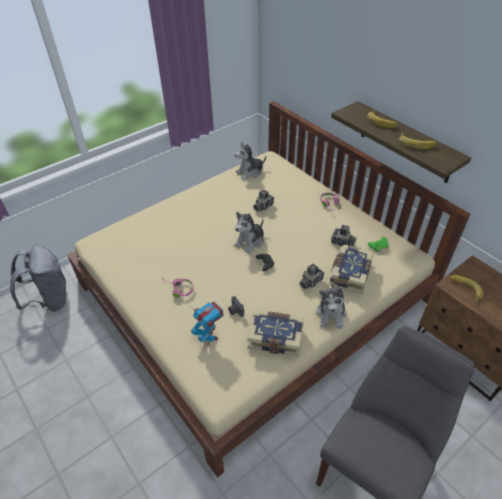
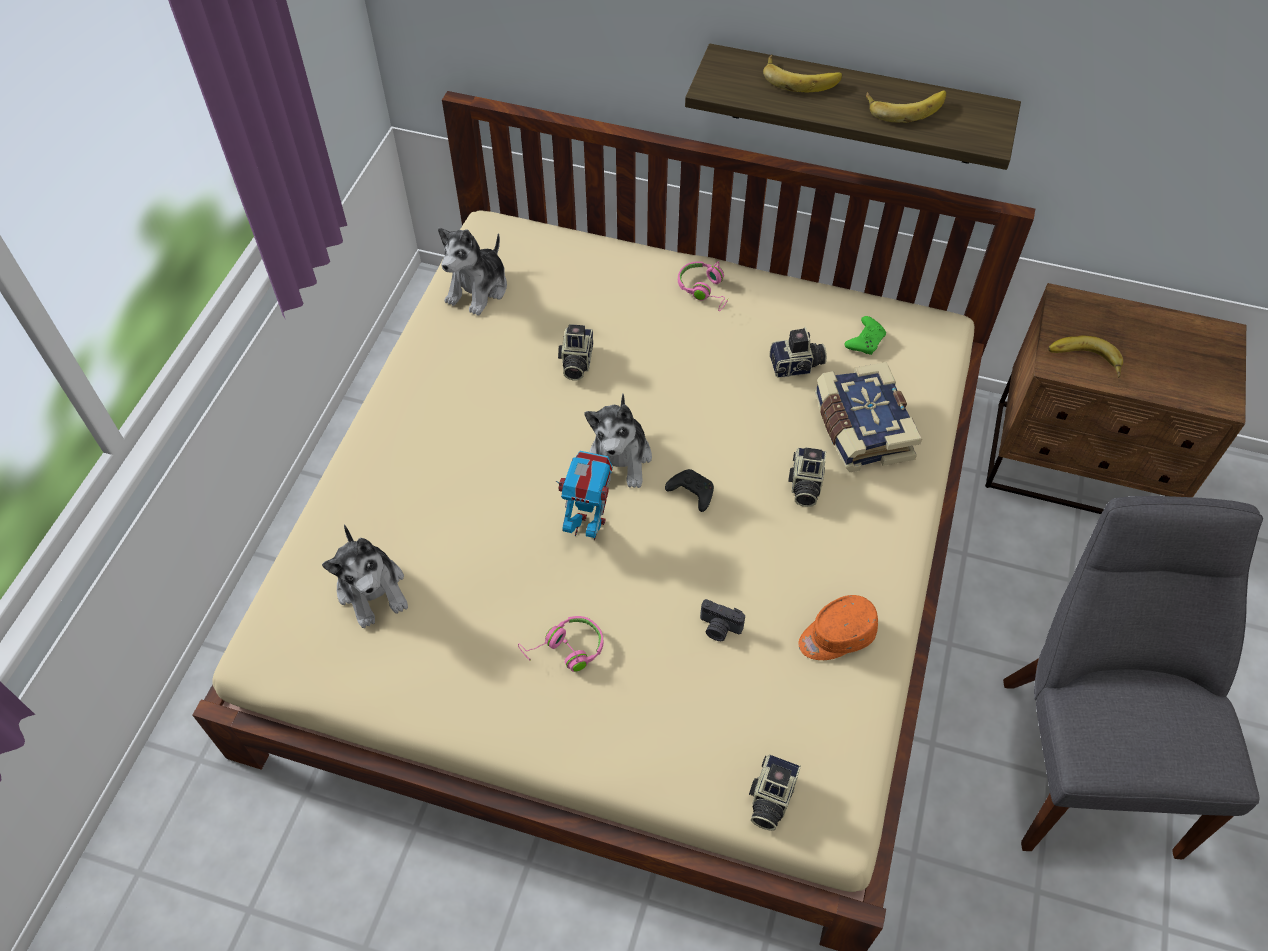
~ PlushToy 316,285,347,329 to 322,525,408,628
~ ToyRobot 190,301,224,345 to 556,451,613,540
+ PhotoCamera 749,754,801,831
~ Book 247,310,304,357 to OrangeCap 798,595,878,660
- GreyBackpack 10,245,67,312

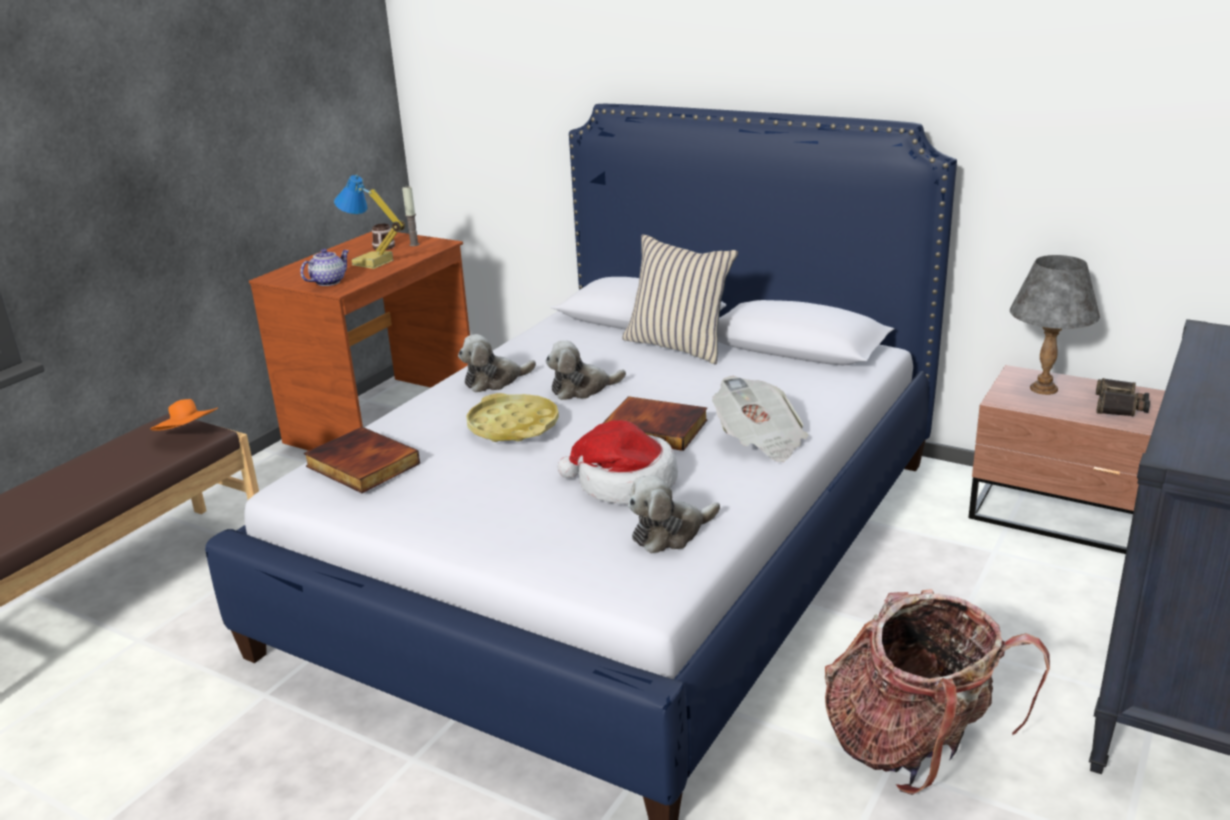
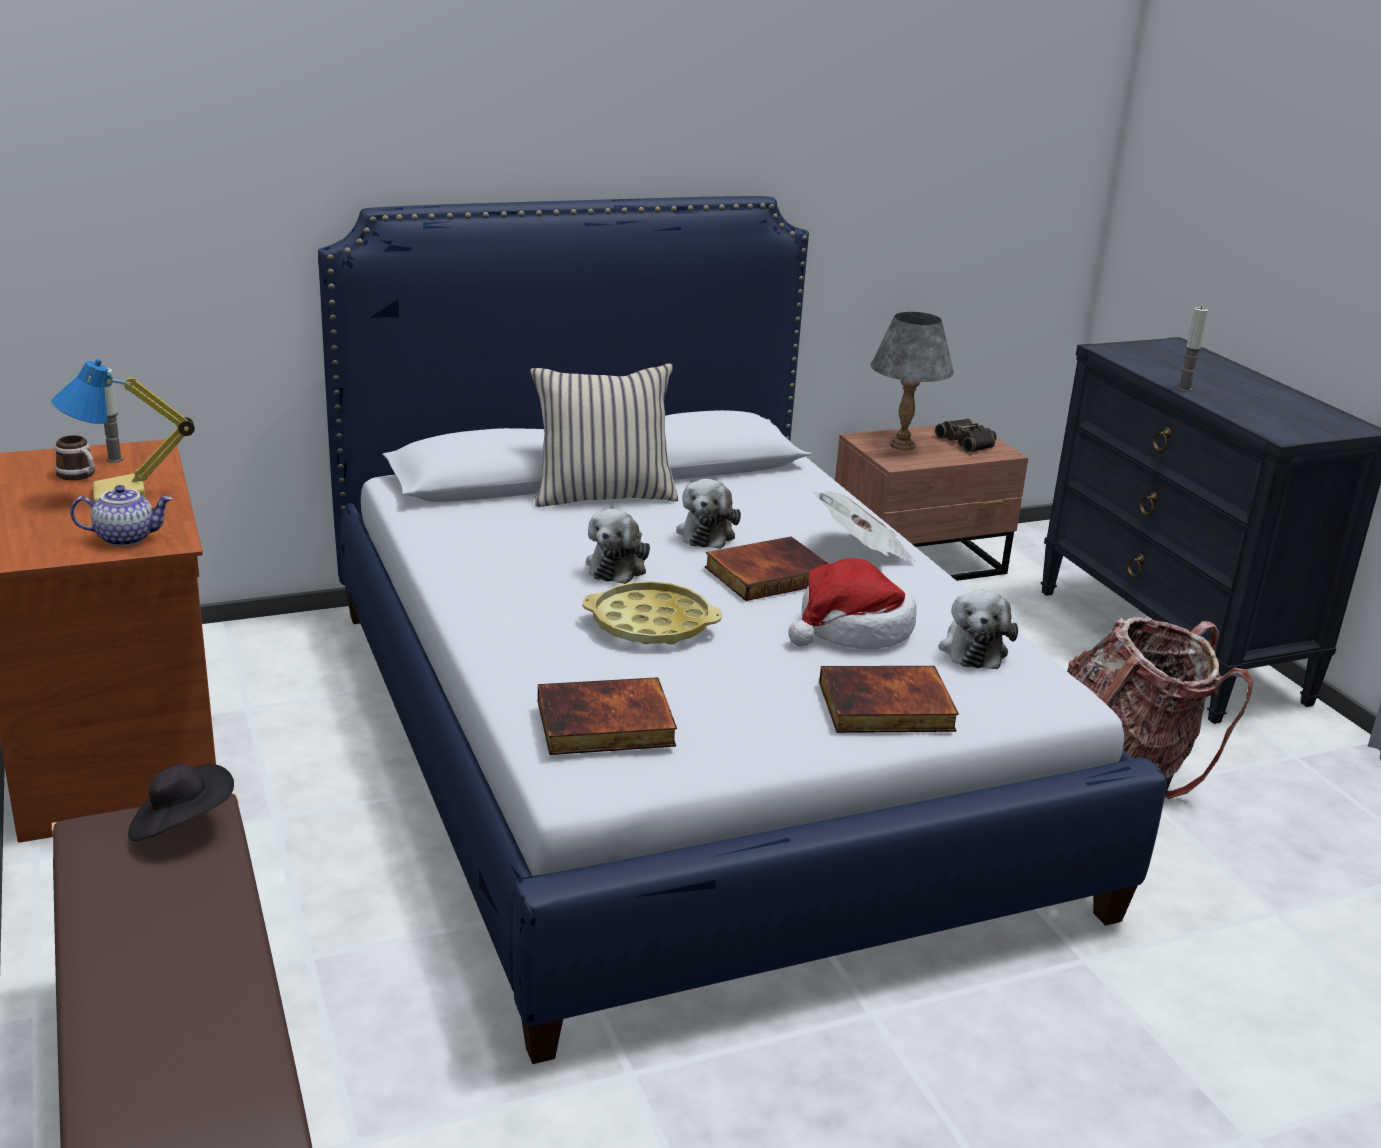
~ Teapot 300,249,350,286 = 70,485,173,547 90 degrees clockwise
~ OrangeHat 150,399,218,431 to BlackHat 128,764,234,841
~ PlushToy 458,334,536,393 to 676,479,741,549
+ Book 819,666,959,733
+ Candle 1177,307,1208,392

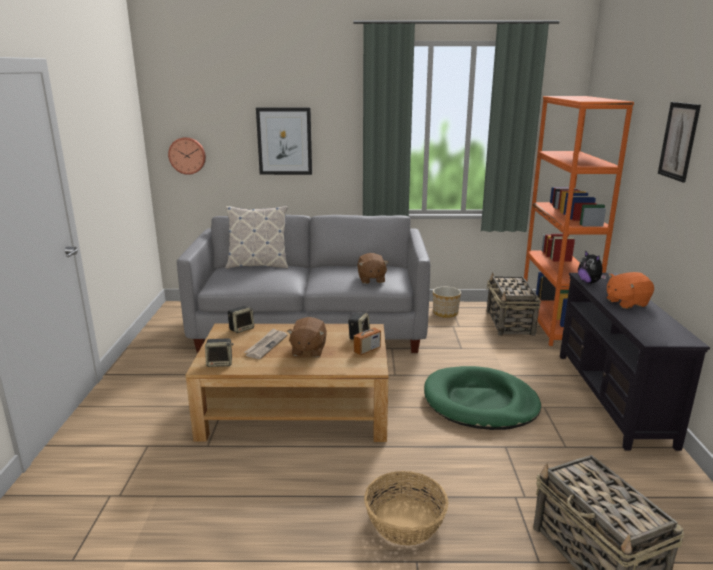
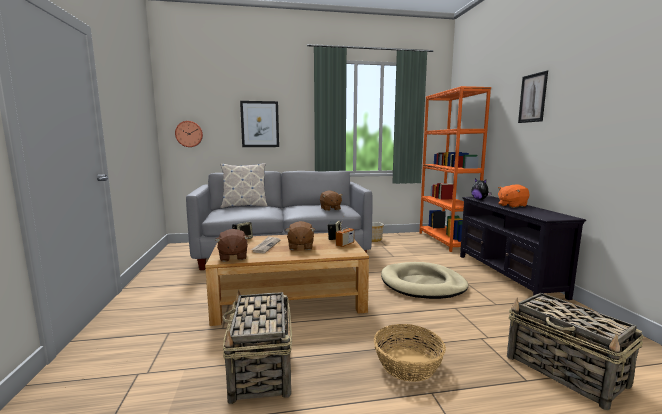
~ Speaker 205,338,233,367 to BrownPlushToy 215,229,249,262
~ Basket 487,273,541,336 to 222,290,292,404
~ GreenDogBed 424,366,541,430 to BeigeDogBed 381,262,468,299

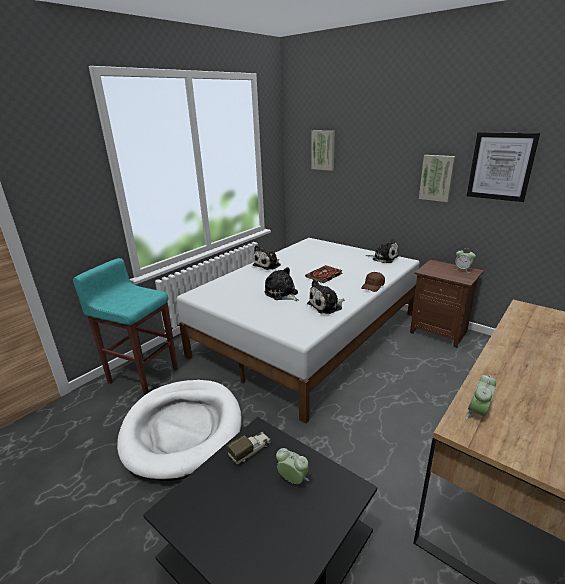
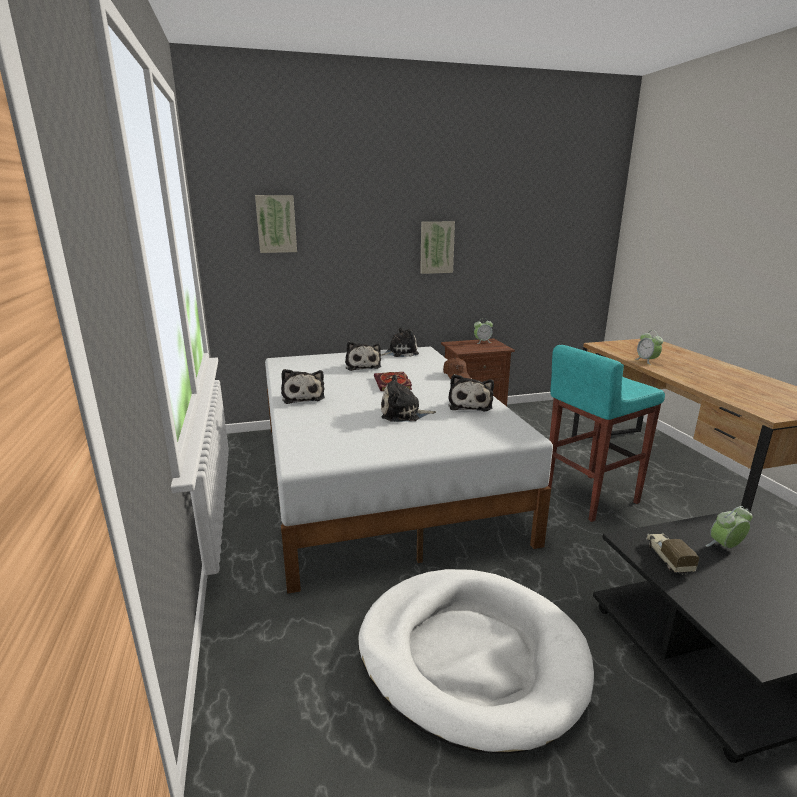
+ PlushToy 345,341,381,371
~ TurquoiseStool 73,258,178,395 to 548,345,665,522
~ AlarmClock 465,375,496,420 to 636,330,663,365
- Picture 467,132,540,202

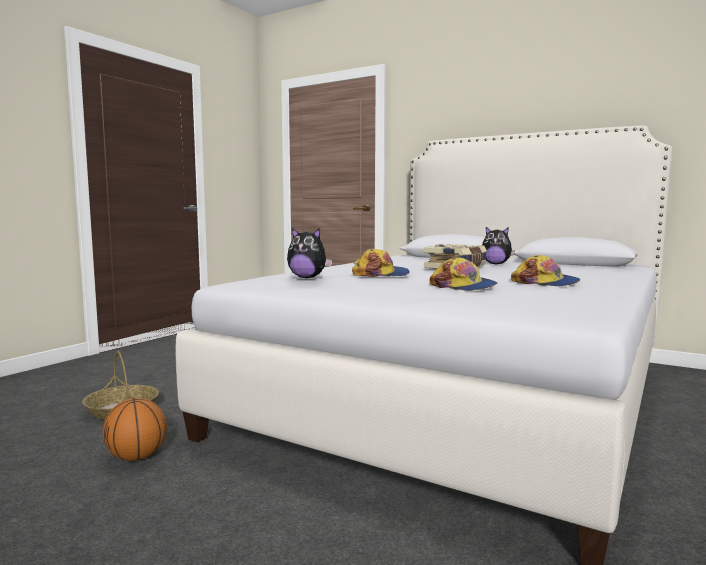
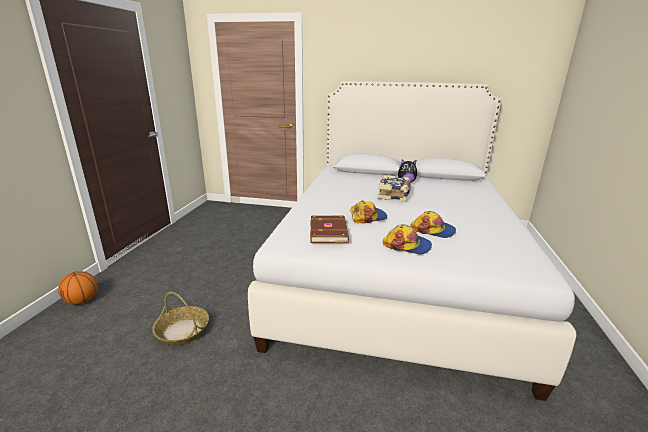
~ Basketball 103,397,167,461 to 58,271,98,305
~ PlushToy 287,228,332,278 to BrownBook 310,215,349,243
~ Cap 511,255,580,286 to 383,224,432,255

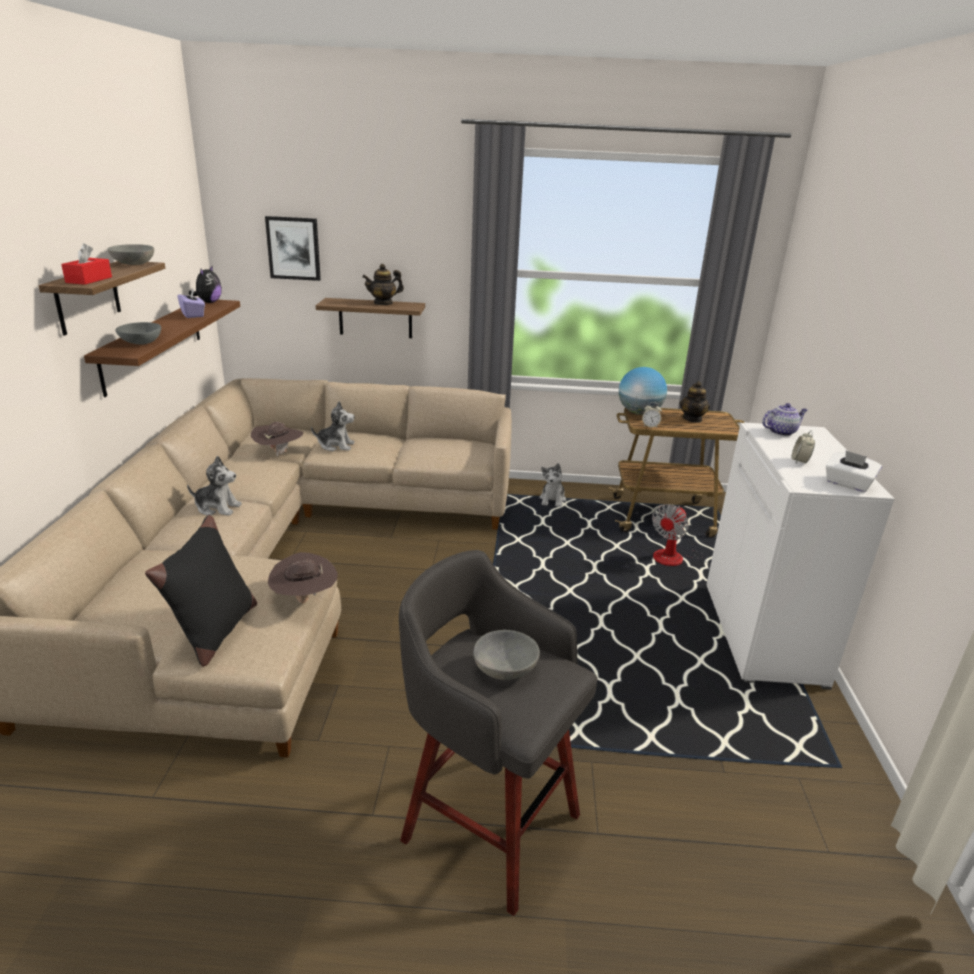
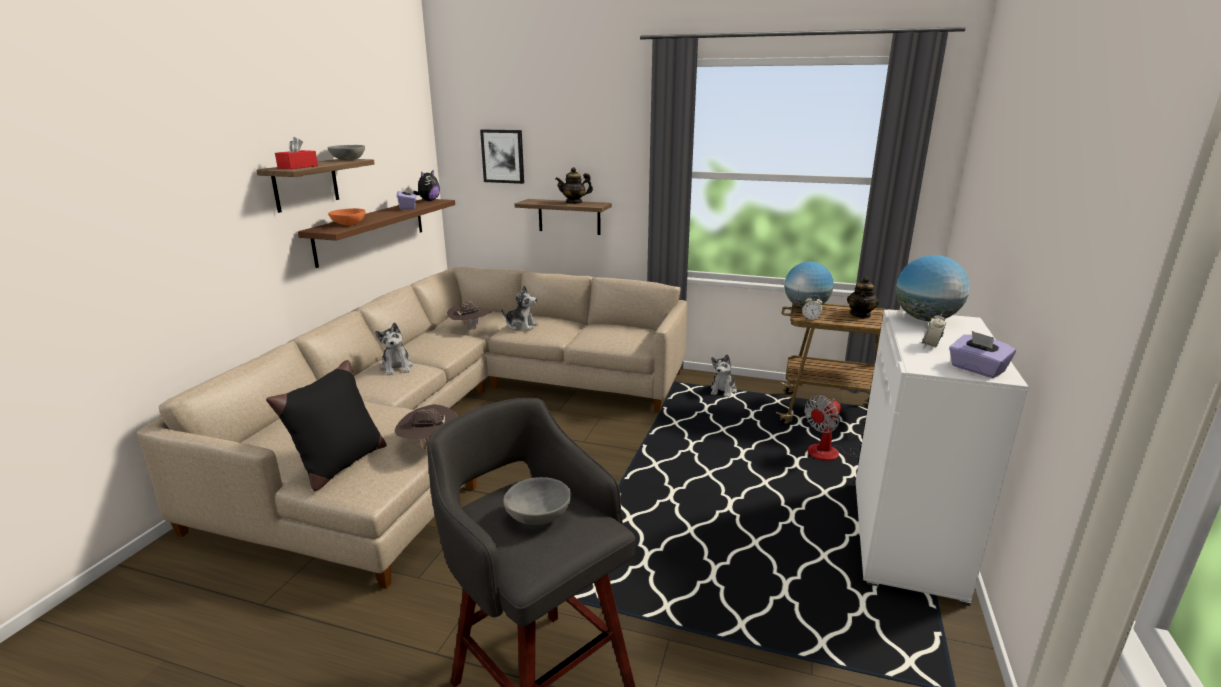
~ GreyBowl 115,322,161,345 to OrangeBowl 328,208,366,225
~ PlushToy 187,456,242,516 = 375,322,413,376 45 degrees clockwise
~ Teapot 762,403,807,436 to Globe 896,255,969,321
~ WhiteTissueBox 826,450,882,493 to PurpleTissueBox 949,331,1016,378

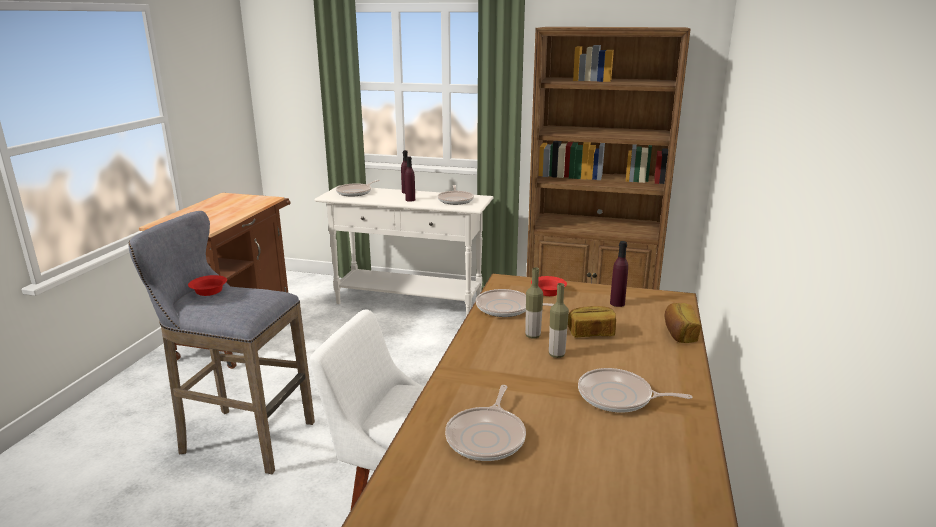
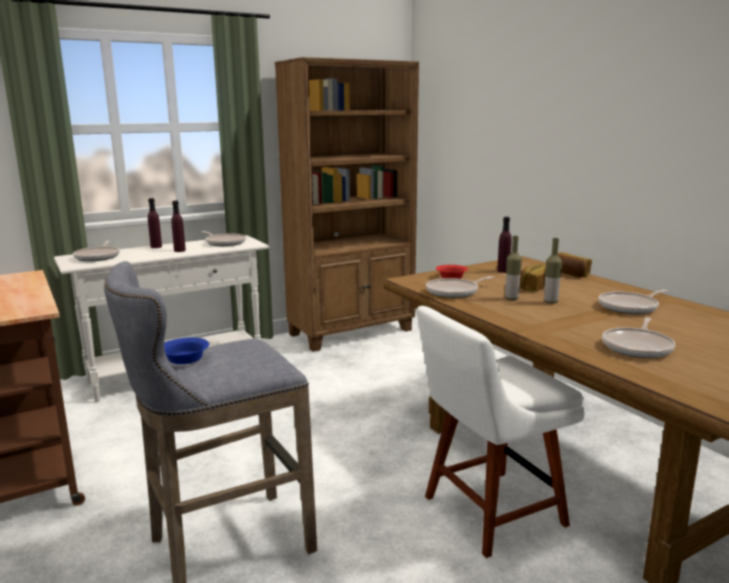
~ RedBowl 188,275,227,296 to BlueBowl 164,337,209,364
~ FryingPan 445,385,526,461 = 602,317,675,358 60 degrees clockwise

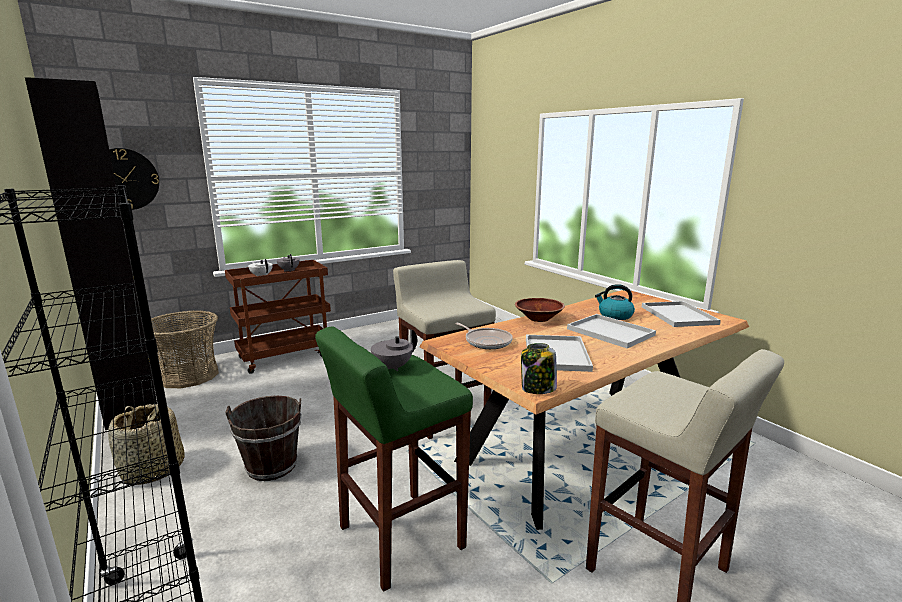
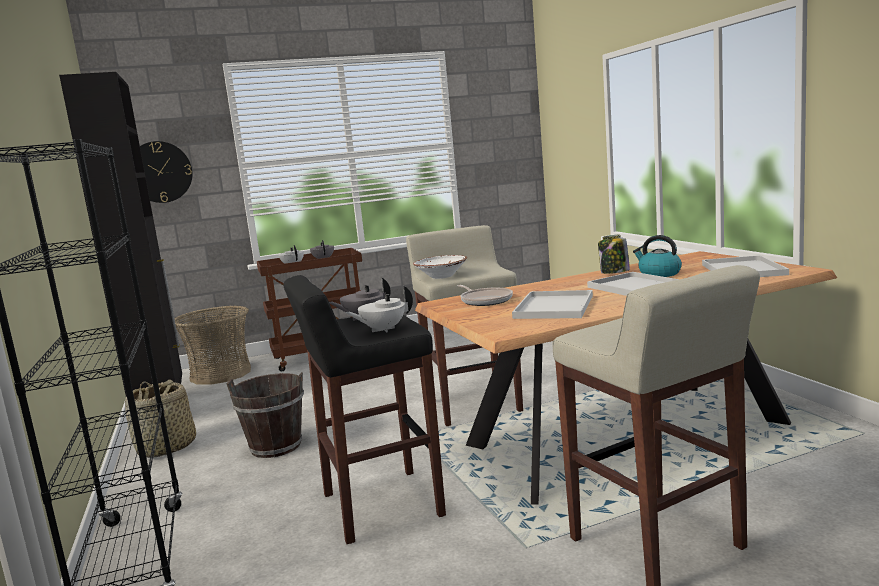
~ GreenStool 315,326,473,592 to BlackStool 284,275,446,544
+ WhiteTeapot 345,286,413,332
+ WhiteBowl 413,255,467,279
~ Jar 521,343,557,394 to 598,235,630,274
- BrownBowl 515,298,565,322

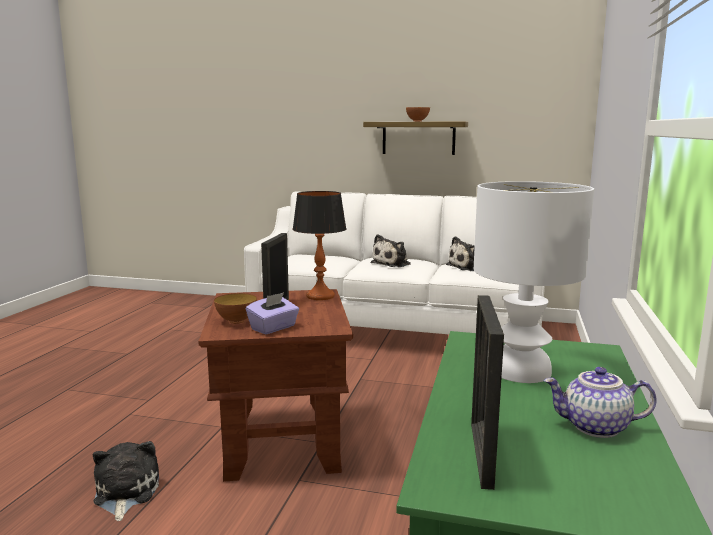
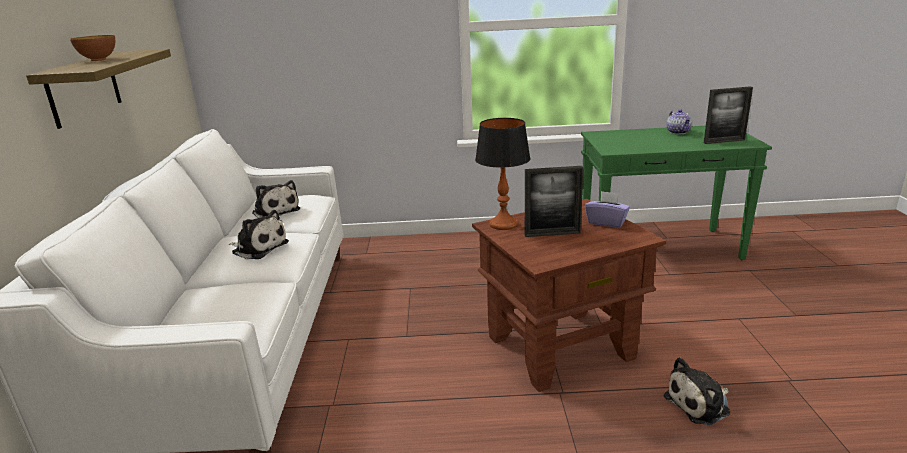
- Bowl 214,293,257,324
- WhiteTableLamp 474,181,594,383

